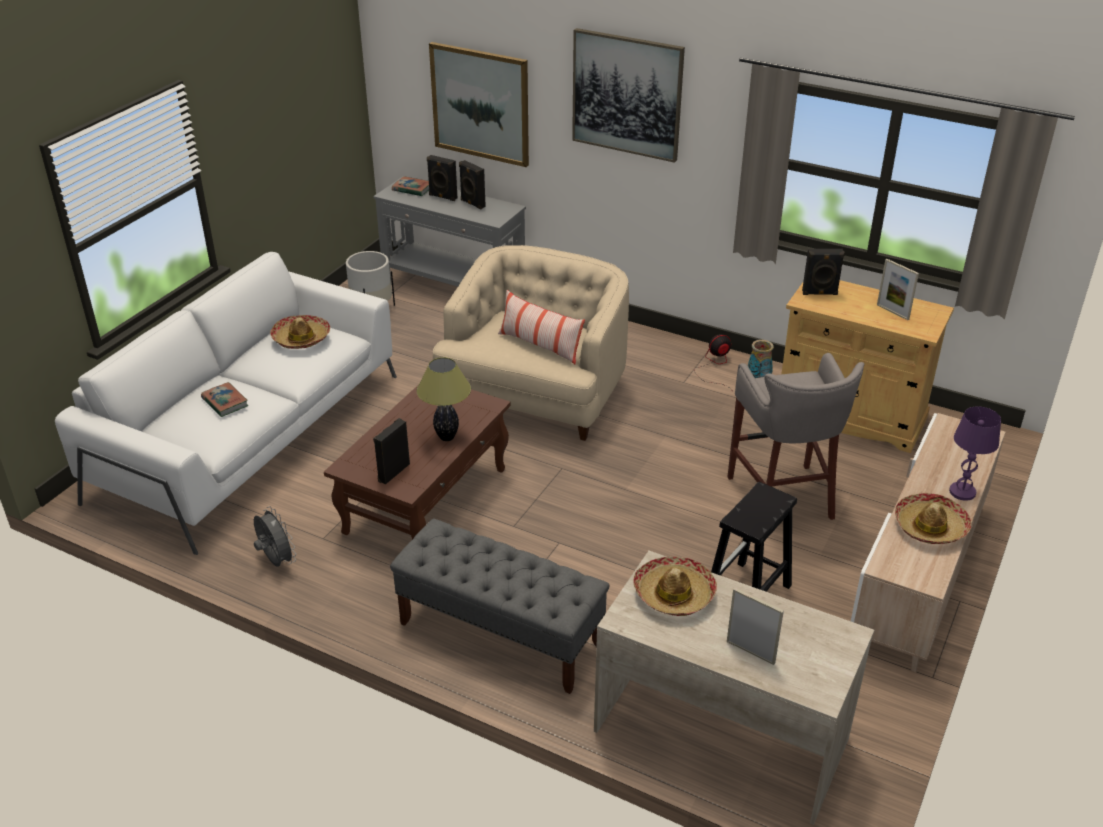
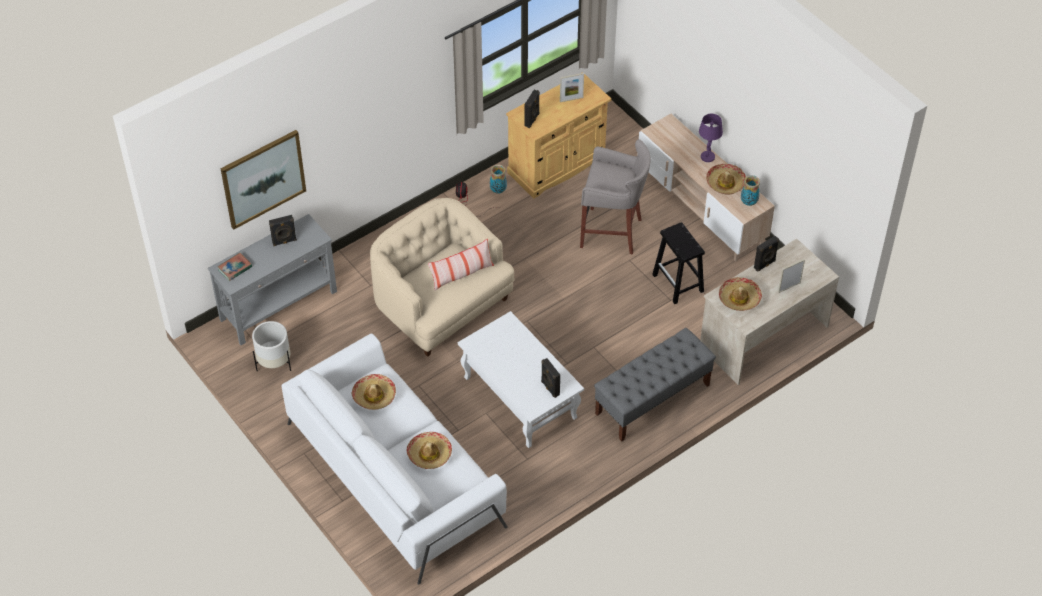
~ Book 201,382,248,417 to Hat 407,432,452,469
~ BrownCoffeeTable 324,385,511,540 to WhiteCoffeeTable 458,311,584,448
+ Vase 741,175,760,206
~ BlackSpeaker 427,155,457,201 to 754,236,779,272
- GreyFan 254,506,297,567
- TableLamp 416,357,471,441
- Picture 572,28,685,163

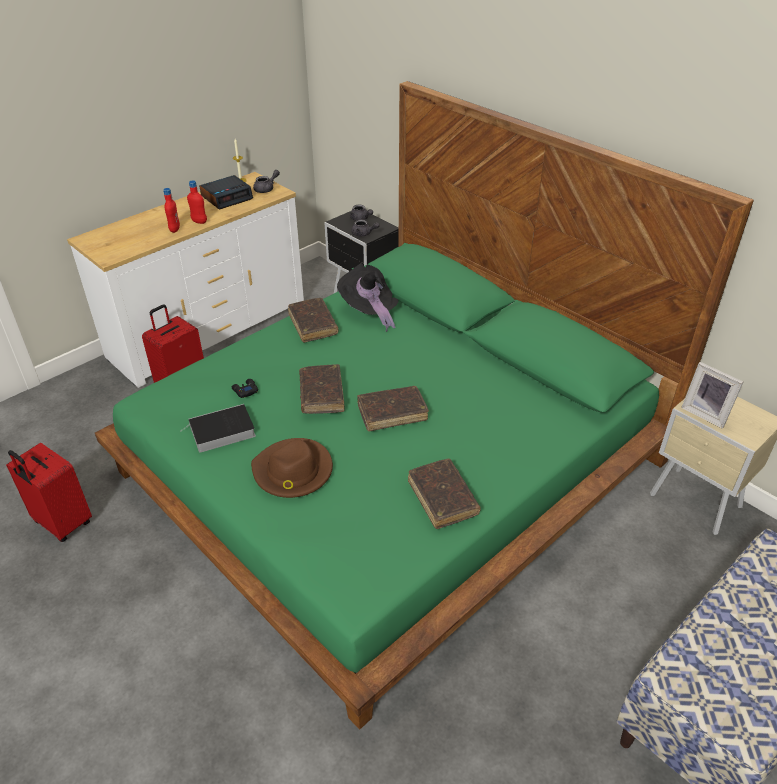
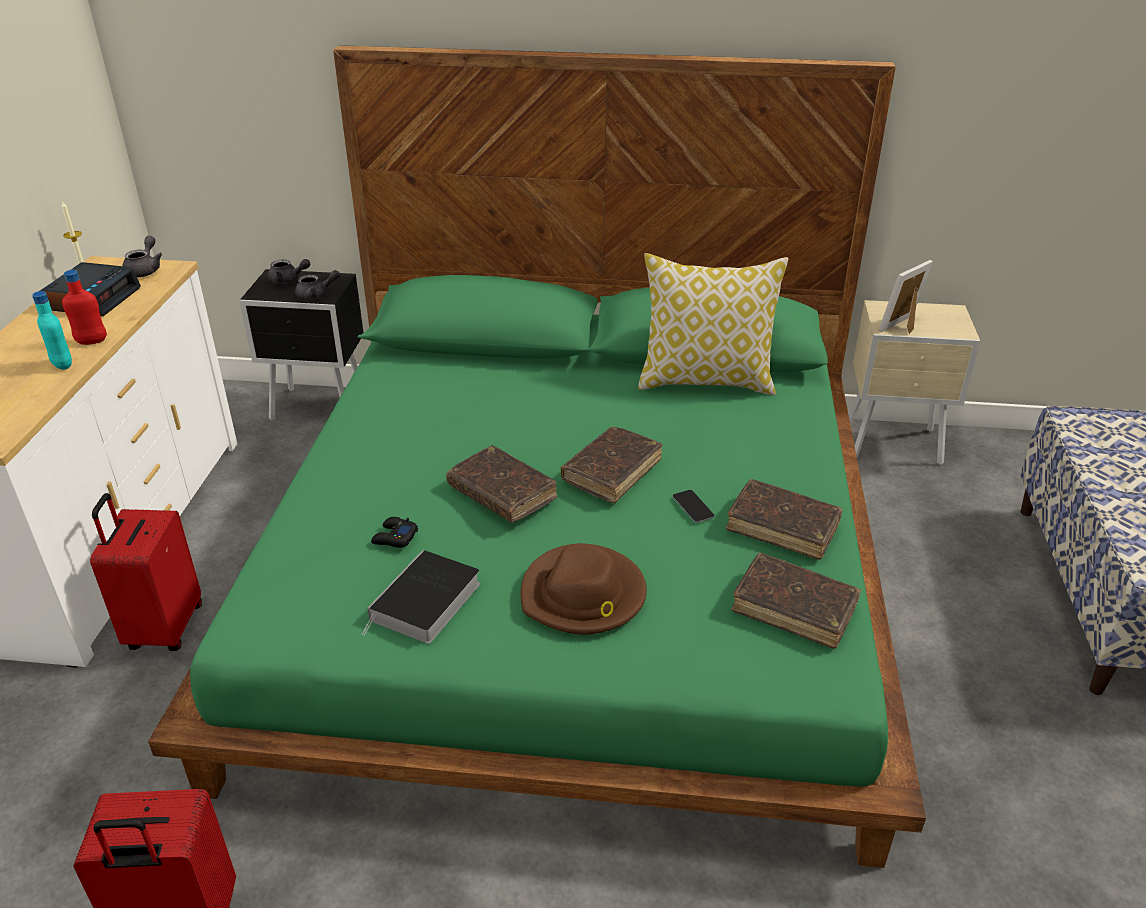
~ RedBottle 163,188,180,233 to TurquoiseBottle 32,291,72,370
+ Pillow 638,253,788,395
+ Phone 673,490,715,523
~ BrownBook 288,298,338,343 to 731,553,861,649
~ PictureFrame 681,362,743,429 = 879,260,933,334 135 degrees clockwise
- BlackHat 337,263,398,332

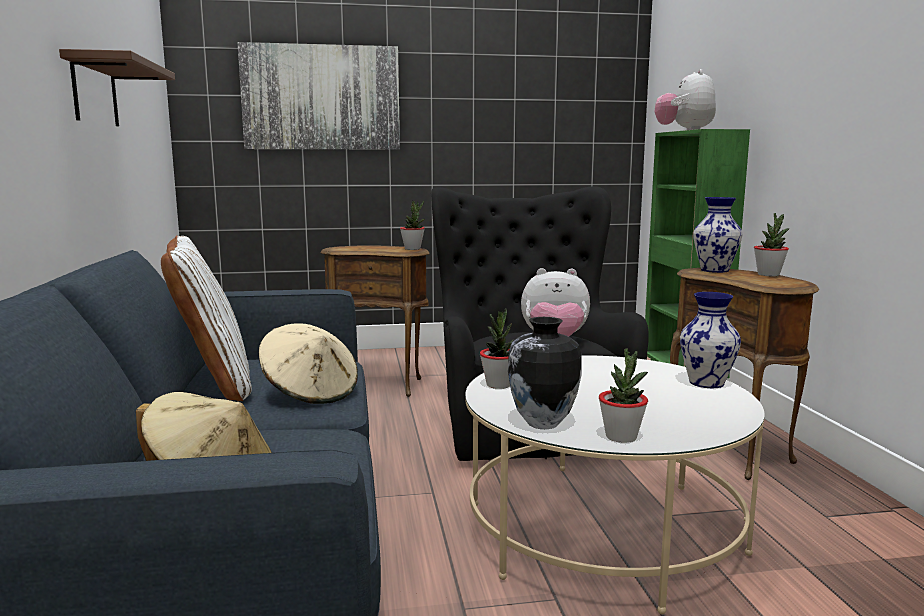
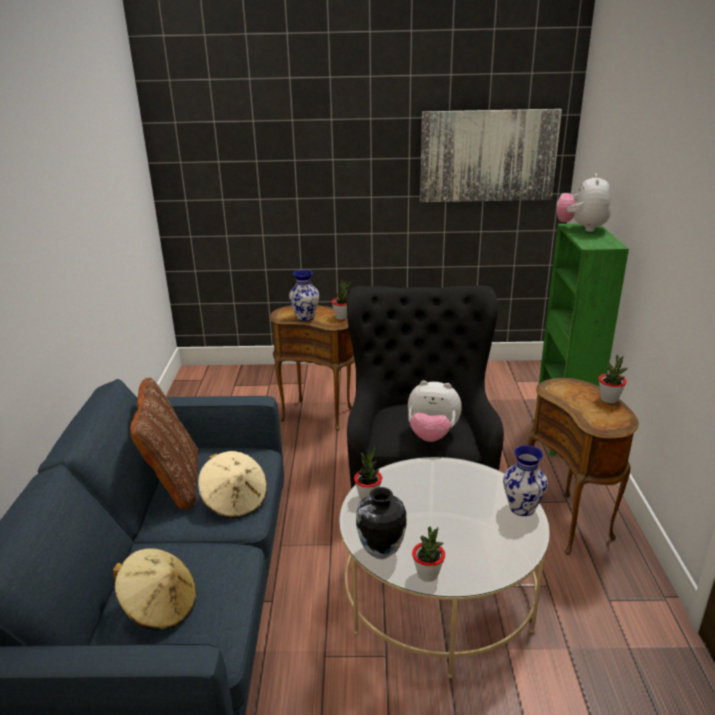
~ WhitePillow 161,236,252,401 to BrownPillow 130,378,198,510
~ Vase 693,197,742,273 to 289,270,319,321
~ Picture 237,42,400,150 to 420,109,562,202
- BrownShelf 59,49,175,126

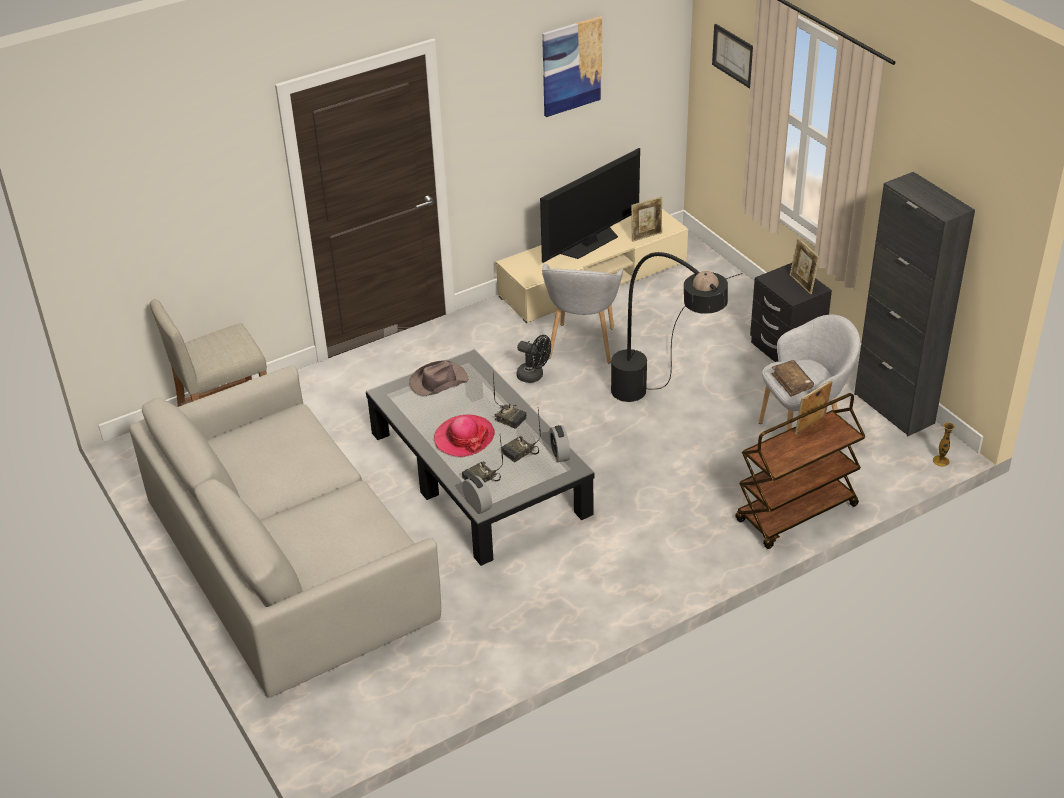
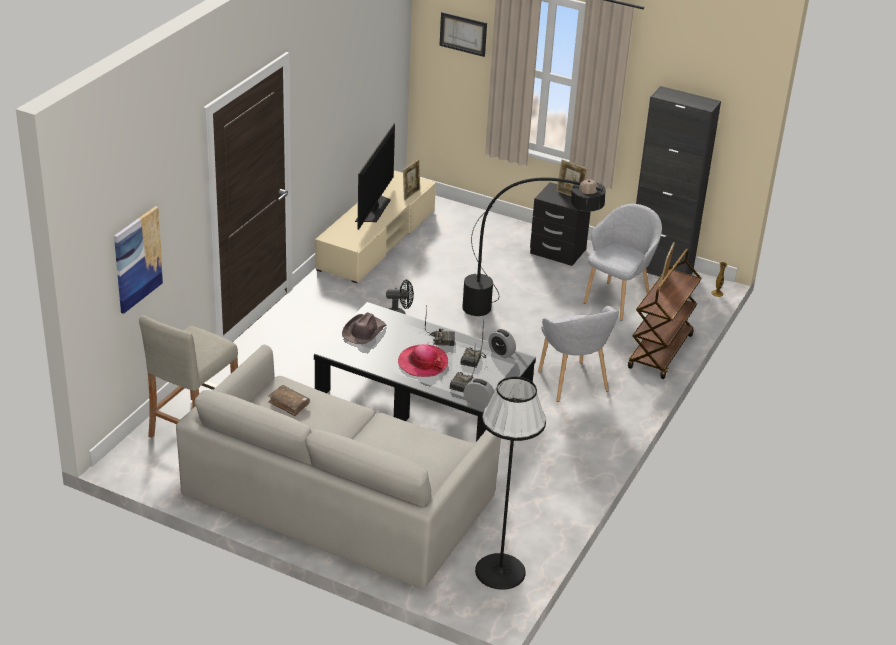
~ Picture 542,16,602,117 to 114,206,164,314
~ BrownBook 771,360,814,397 to 268,385,310,416
+ BlackFloorLamp 475,377,546,590
~ GreyArmchair 542,264,623,363 to 538,306,619,402

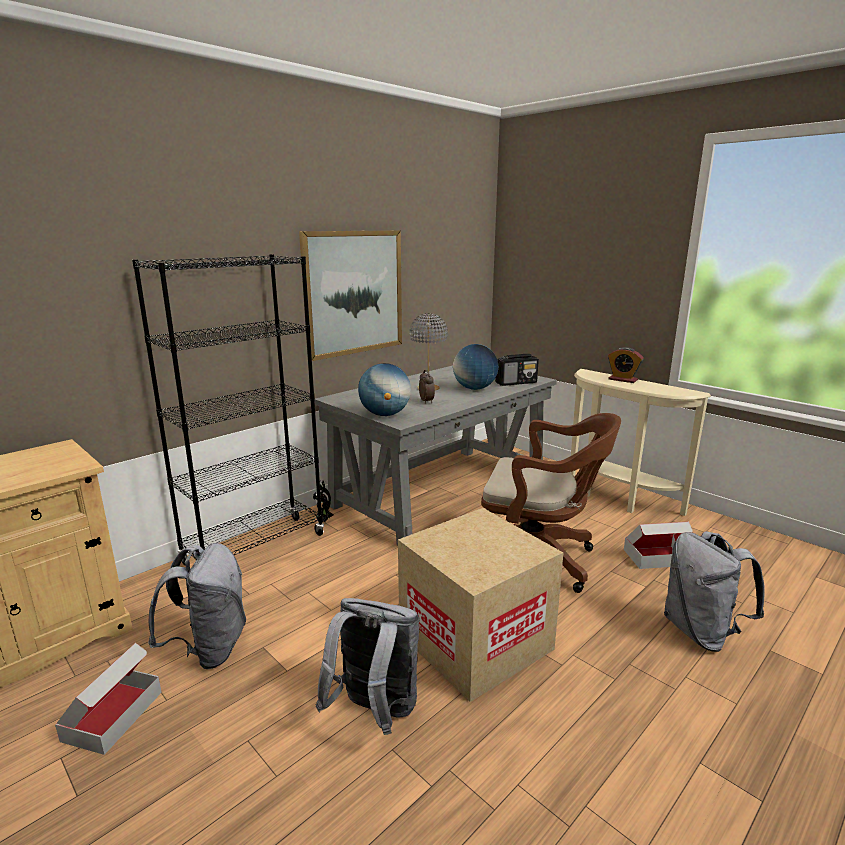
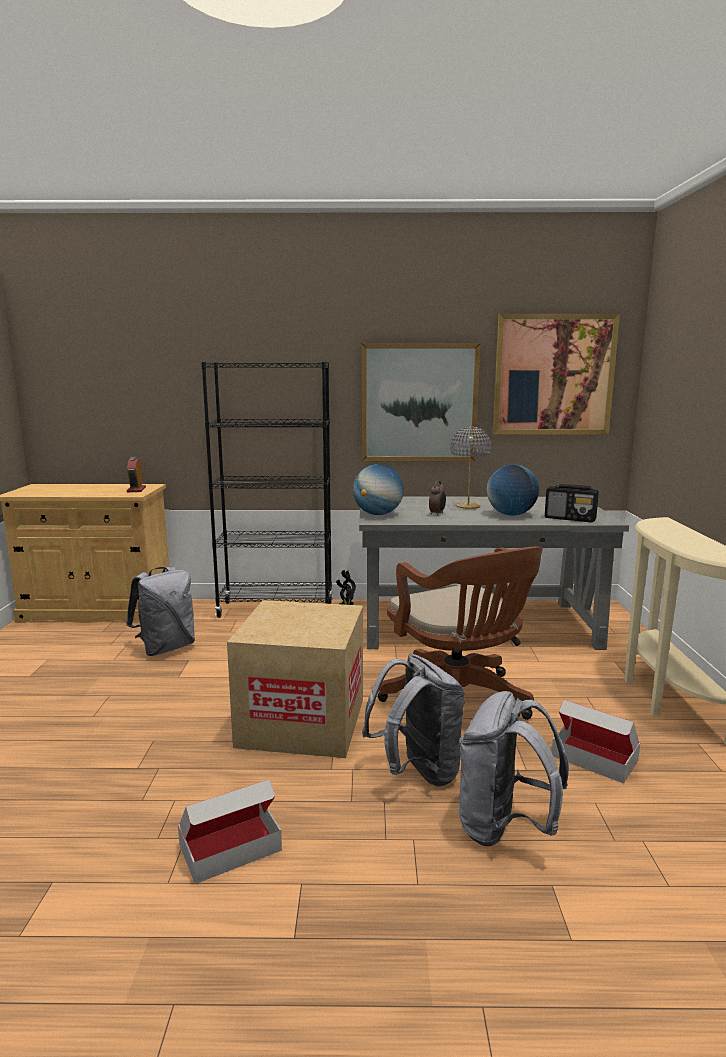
~ AlarmClock 608,347,644,383 to 127,457,146,492
~ CardboardBox 55,643,162,755 to 178,779,282,884
~ GreyBackpack 316,598,419,735 to 362,654,465,787
+ Picture 493,314,620,434

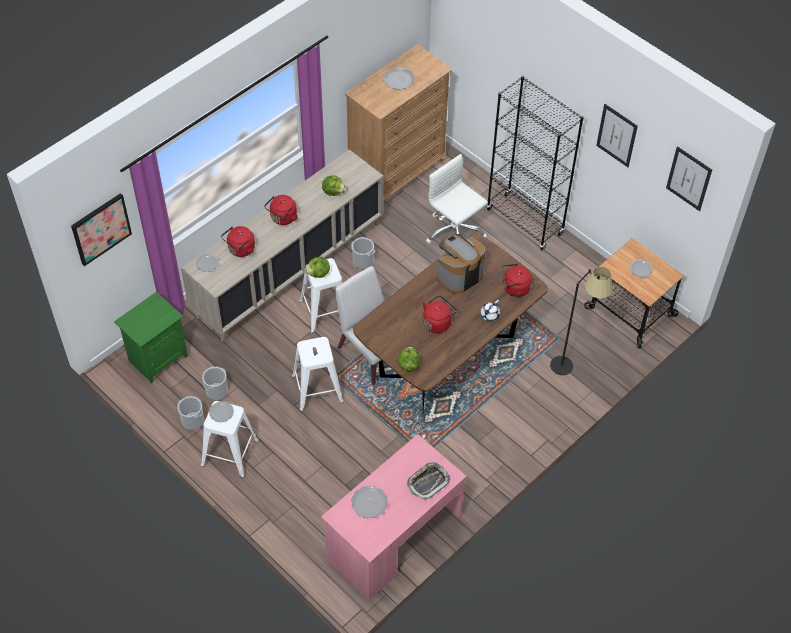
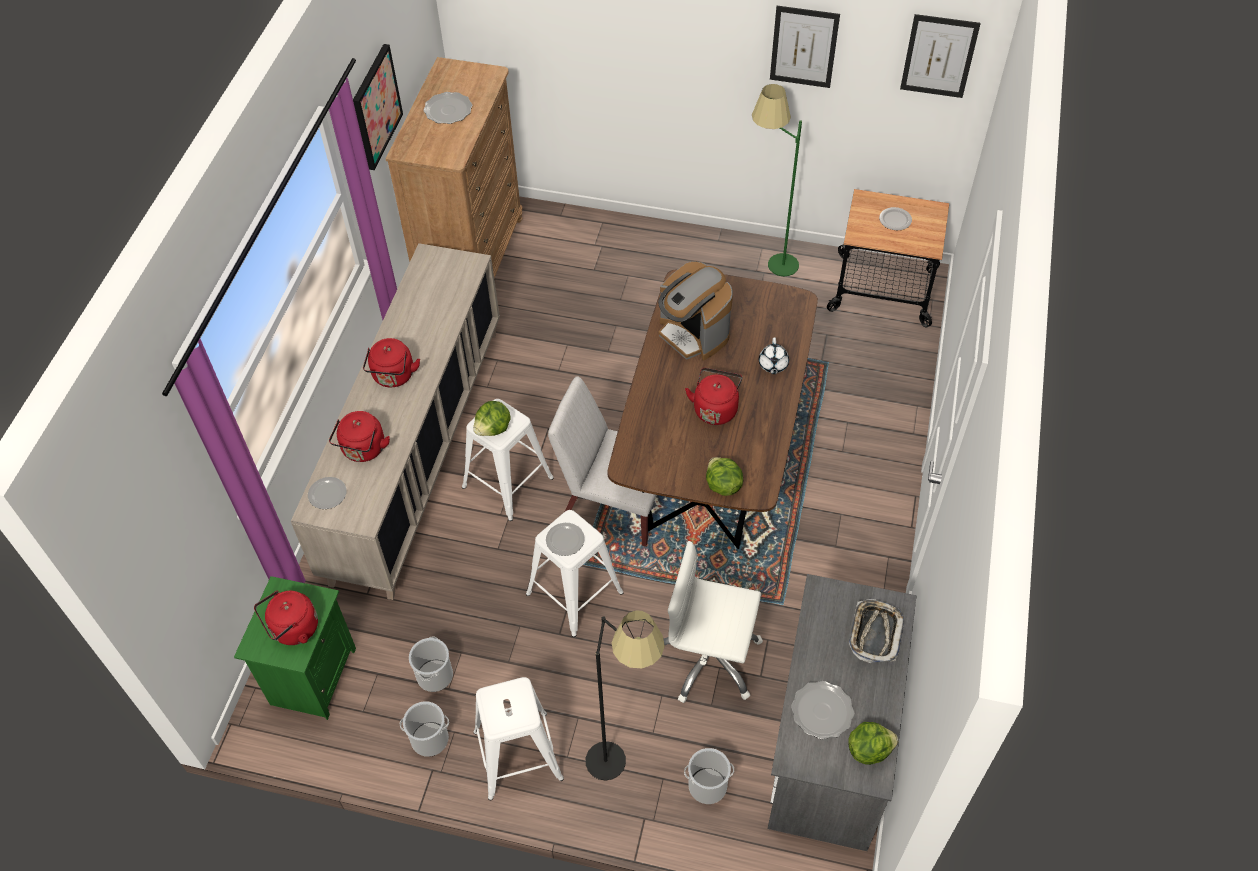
~ RedKettle 502,264,532,297 to 254,590,318,645
~ Picture 71,193,132,266 to 353,44,403,170
~ Plate 209,401,234,422 to 546,523,585,556
~ BlackFloorLamp 550,267,613,375 to 586,610,665,781
~ CoffeeMachine 436,234,486,294 = 658,261,733,361 60 degrees counterclockwise
~ WhiteOfficeChair 426,154,488,244 to 664,541,763,703
~ Bucket 351,237,375,269 to 684,748,734,804
+ GreenFloorLamp 752,84,802,276
~ PinkDesk 321,434,467,600 to GreyDesk 768,574,917,851
~ Lettuce 322,175,346,196 to 848,722,898,765
- BlackBookcase 486,76,584,250

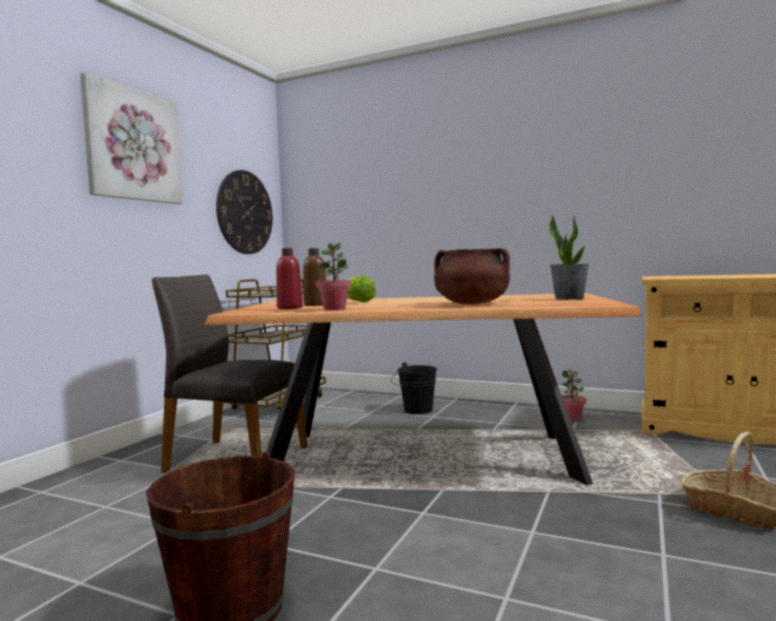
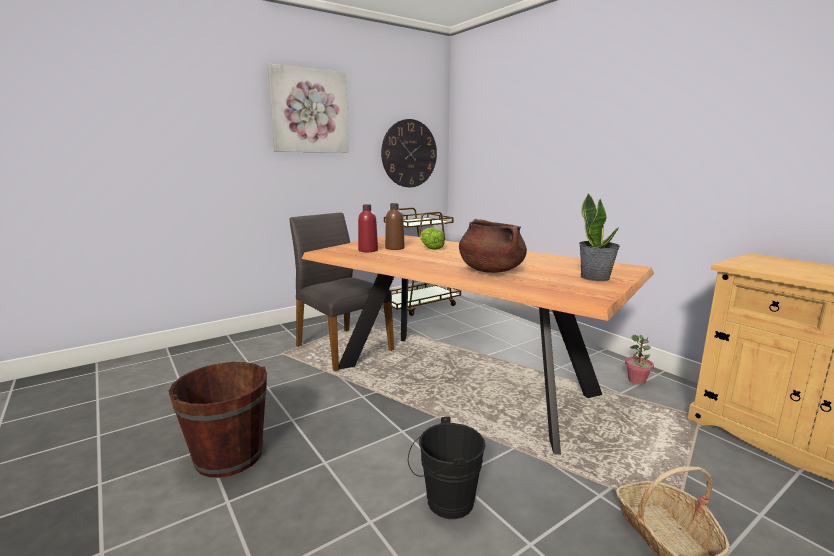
~ BlackBucket 391,362,437,414 to 408,416,486,519
- PottedPlant 316,242,351,310

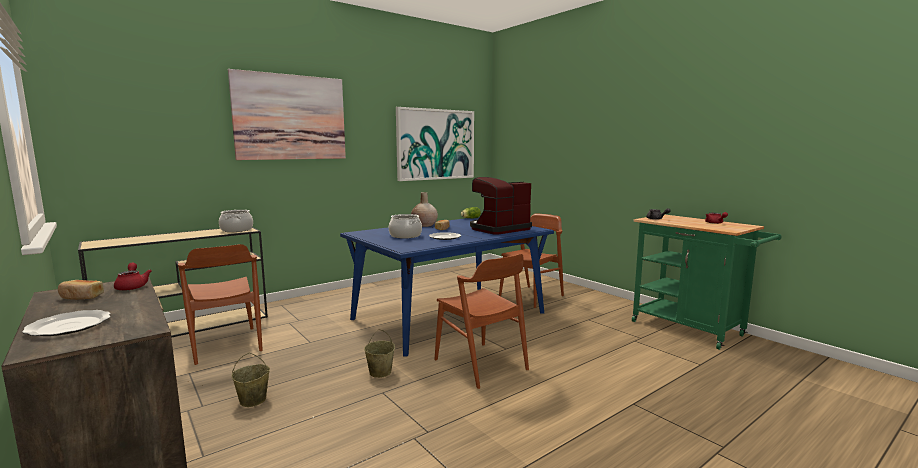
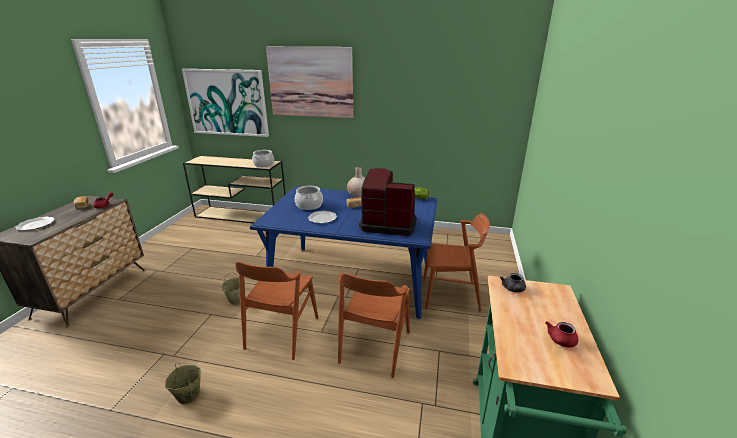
~ BeigeBucket 232,353,270,407 to 165,363,201,404
~ Picture 396,107,474,181 to 182,69,269,137
~ BrownChair 178,244,263,365 to 338,273,410,378

